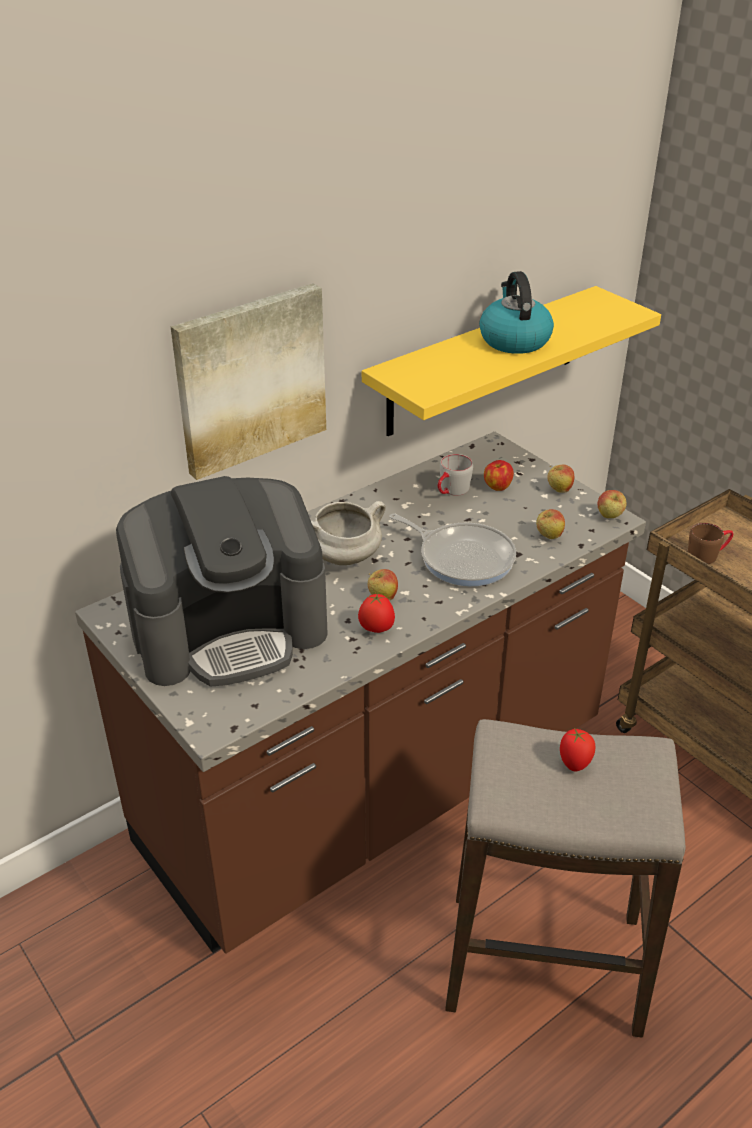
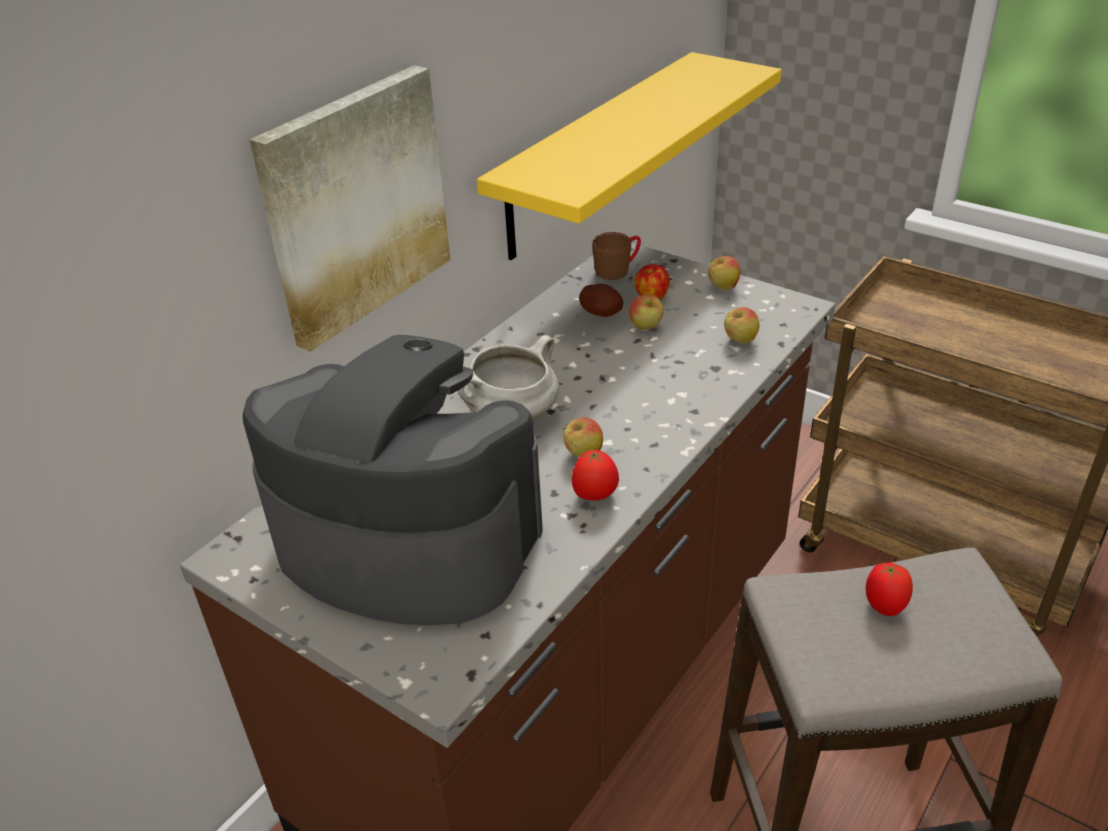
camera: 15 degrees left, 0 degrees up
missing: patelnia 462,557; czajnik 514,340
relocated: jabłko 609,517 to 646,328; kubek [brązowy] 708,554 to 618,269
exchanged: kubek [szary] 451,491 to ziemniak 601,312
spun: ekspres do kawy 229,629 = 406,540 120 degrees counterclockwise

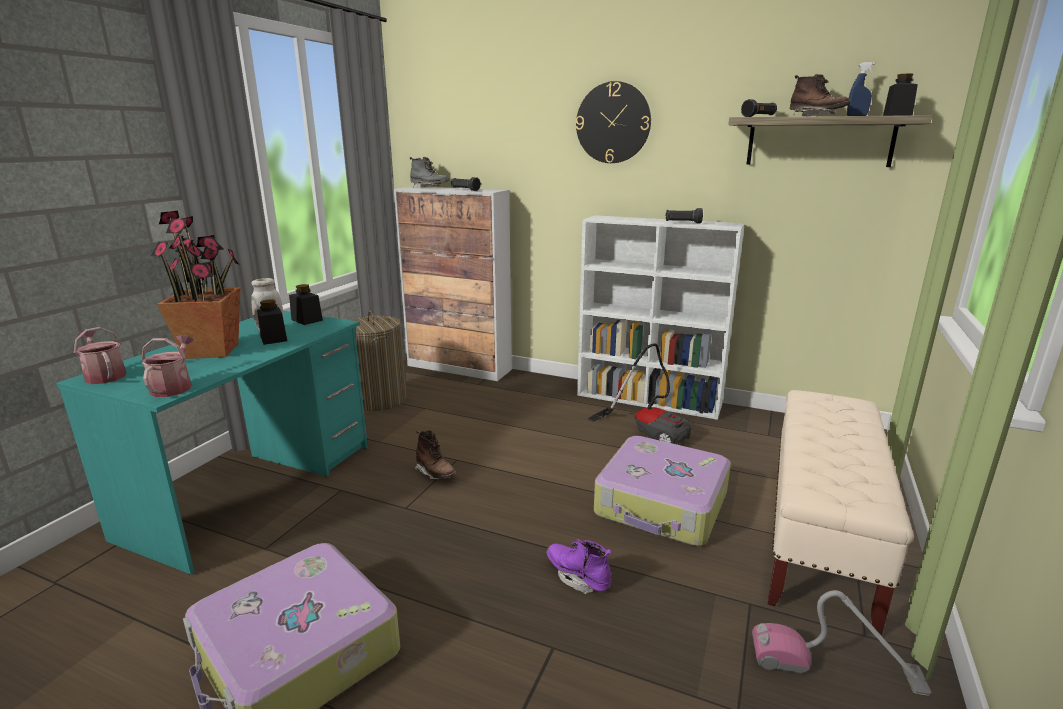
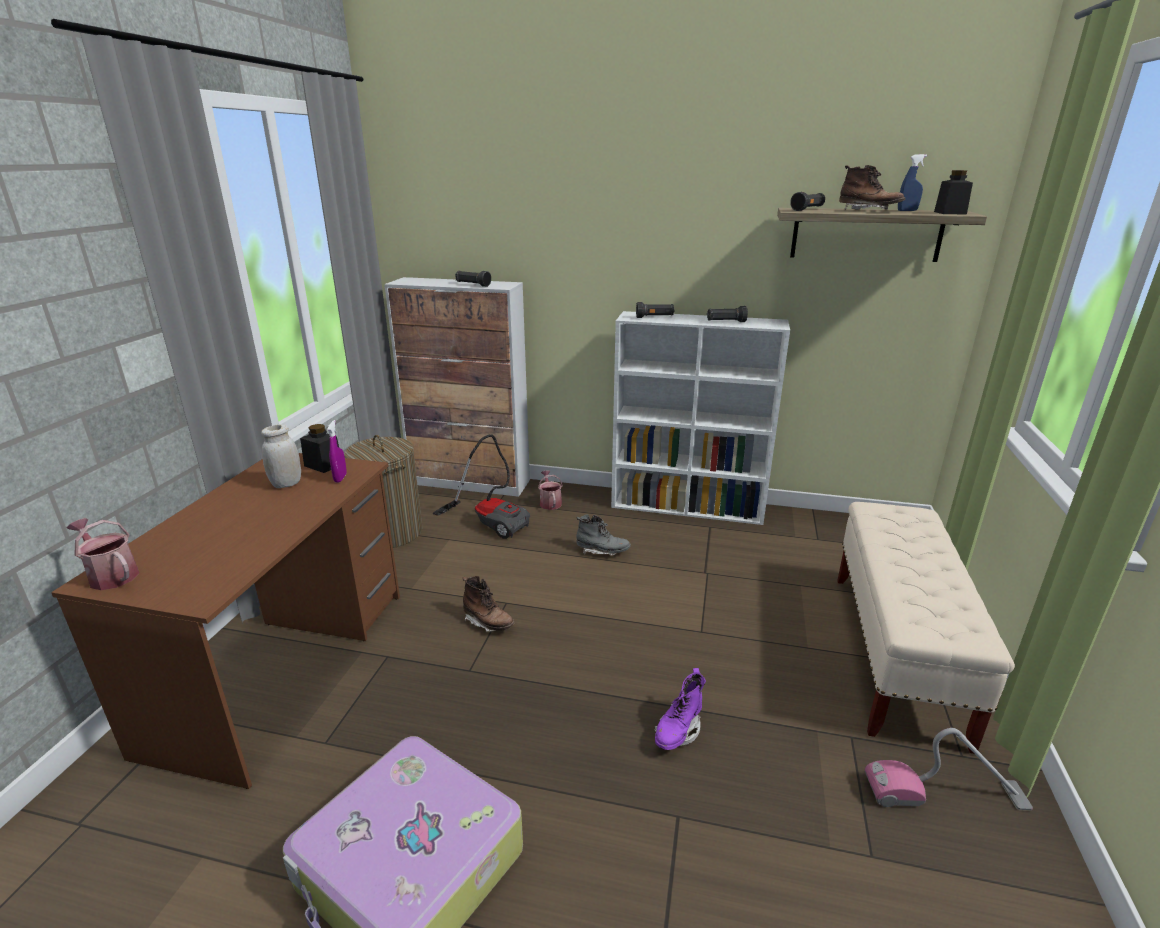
camera: 10 degrees left, 5 degrees up
missing: roślina doniczkowa 213,351; słoik [czarny] 273,339; zegar ścienny 613,123; walizka 662,505
appeared: spryskiwacz [fioletowy] 340,478; latarka [czarny] 654,317
relocated: konewka 174,387 to 550,502; but z cholewką [szary] 429,188 to 602,551; odkurzacz 648,431 to 491,521
colour: biurko [turkusowy] 255,489 to biurko [brązowy] 284,667
spun: but z cholewką [fioletowy] 578,577 = 678,731 90 degrees counterclockwise

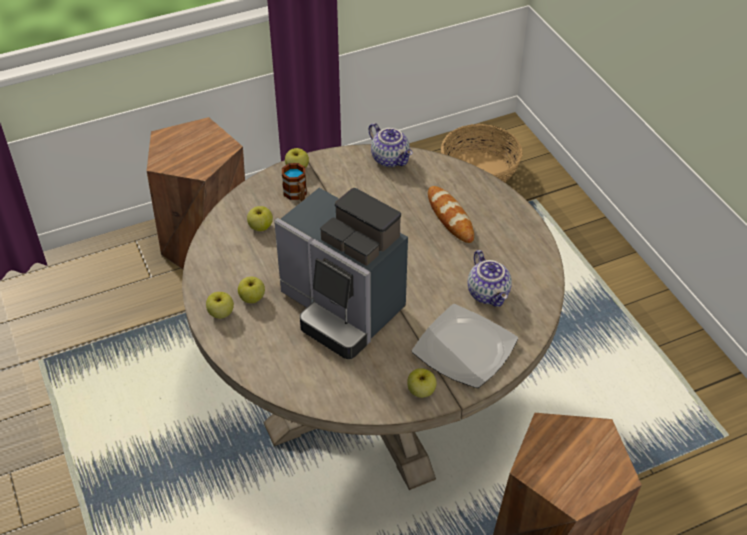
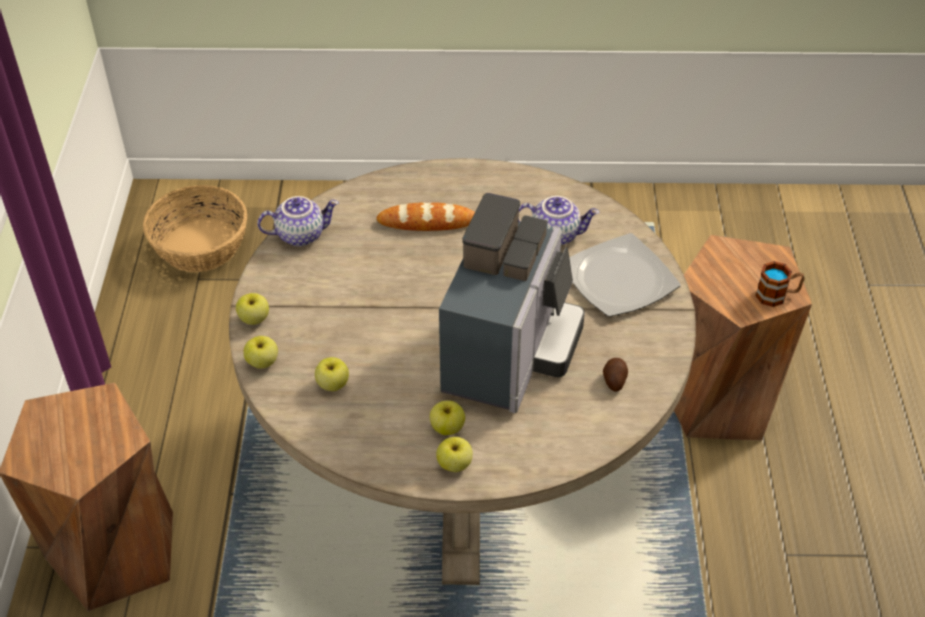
camera: 65 degrees left, 0 degrees up
appeared: ziemniak 614,380
relocated: kubek 297,195 to 777,295; jabłko 421,391 to 262,362
spun: ekspres do kawy 342,308 = 510,354 45 degrees counterclockwise

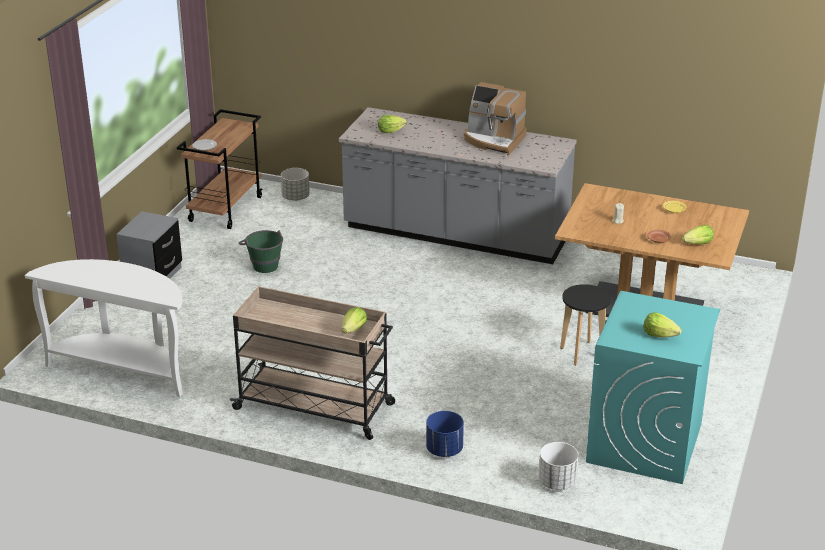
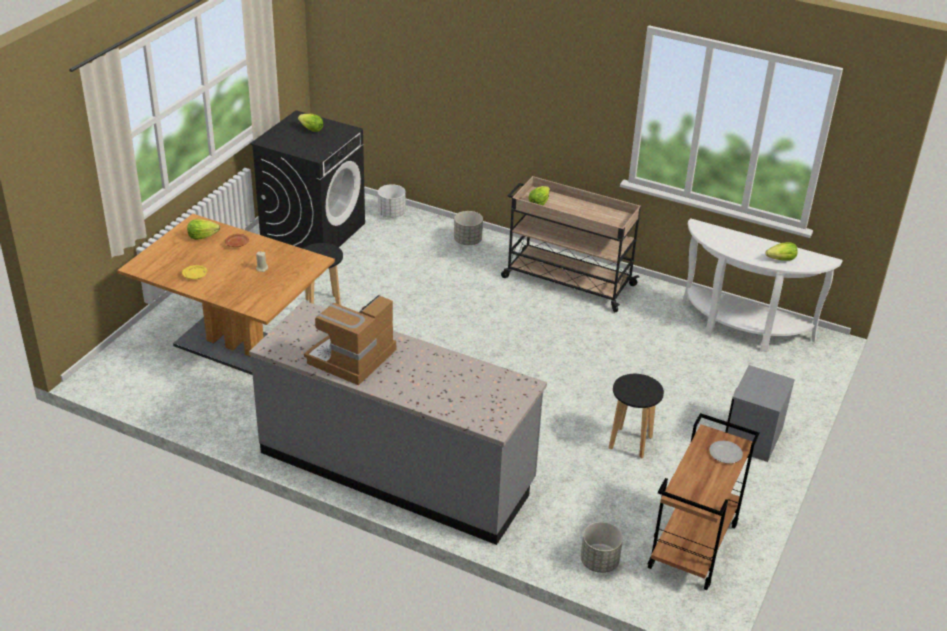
camera: 175 degrees left, 5 degrees up
relocated: sałata 390,131 to 781,260
exchanged: wiadro [zielony] 263,264 to stołek [czarny] 630,443
colour: donica [niebieski] 444,450 to donica [szary] 468,241; pralka [turkusowy] 645,443 to pralka [czarny] 313,231
spun: ekspres do kawy 494,140 = 352,358 90 degrees counterclockwise

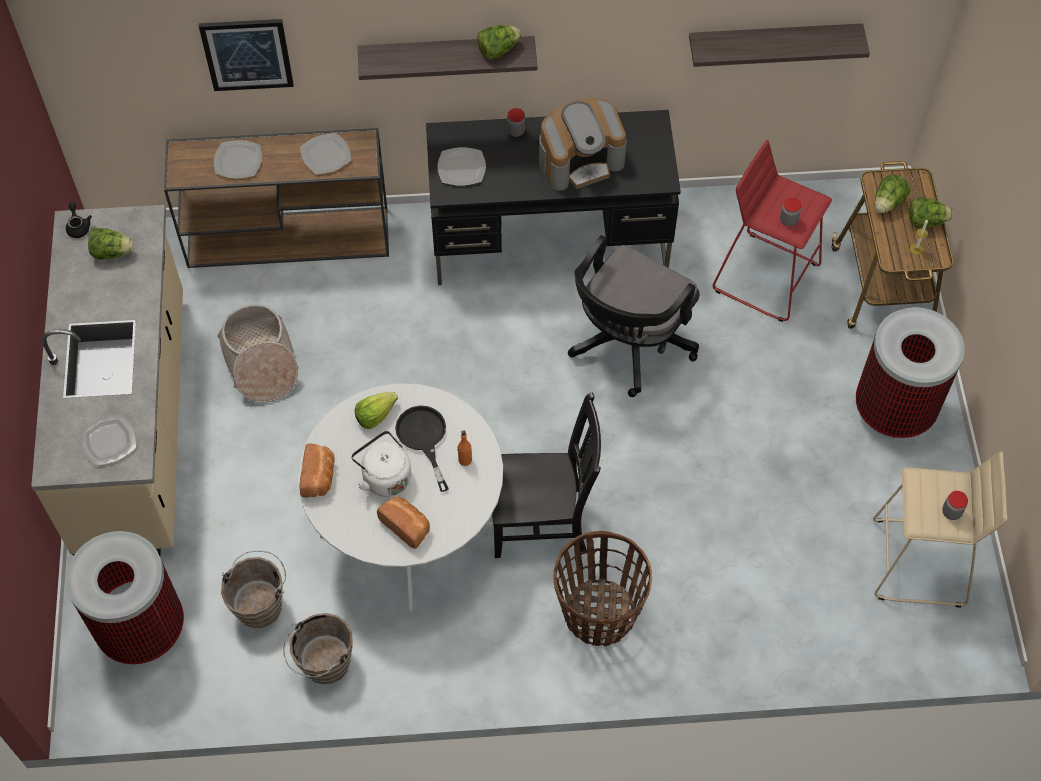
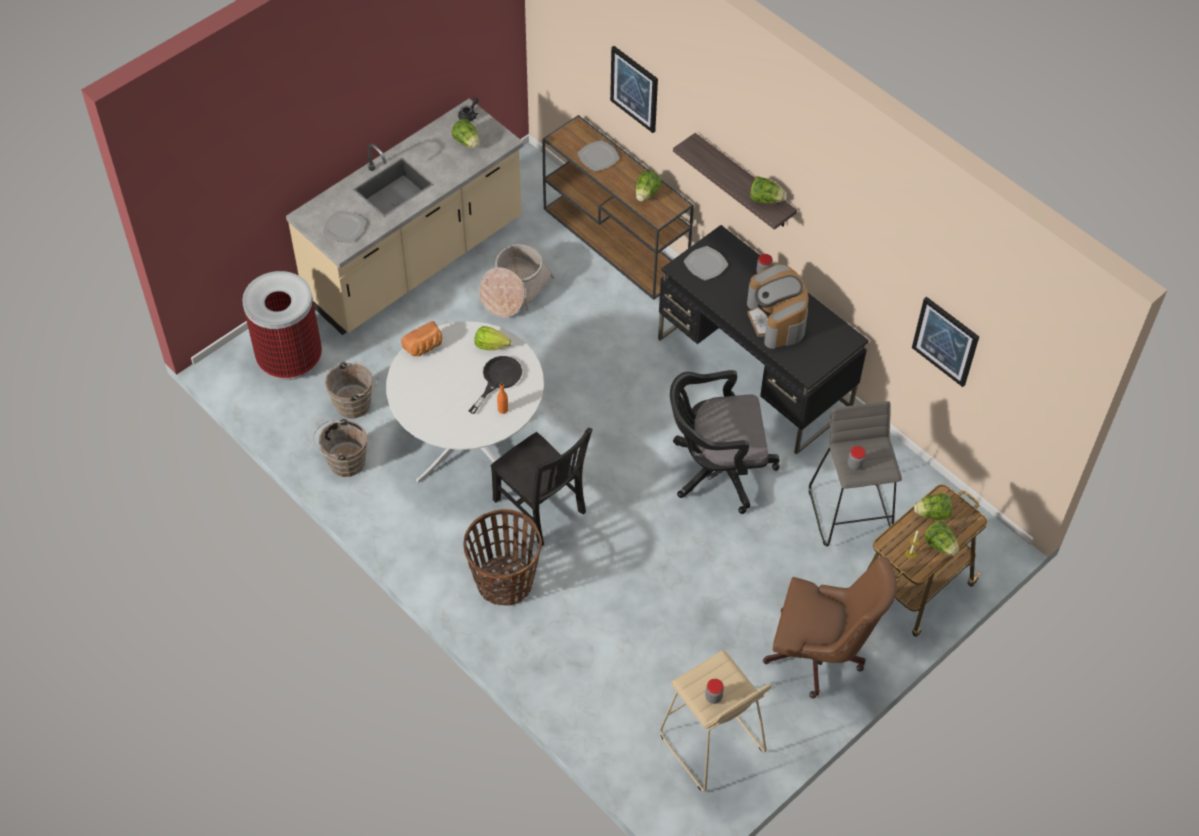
camera: 50 degrees right, 5 degrees down
missing: czajnik [biały] 384,476; chleb 406,525
exchanged: talerz 326,155 to sałata 646,194; półka 773,42 to obraz 945,341; kosz na śmieci 894,409 to krzesło biurowe [brązowy] 820,656
colour: stołek [czerwony] 766,276 to stołek [szary] 851,513
spun: ekspres do kawy 580,160 = 776,320 45 degrees clockwise

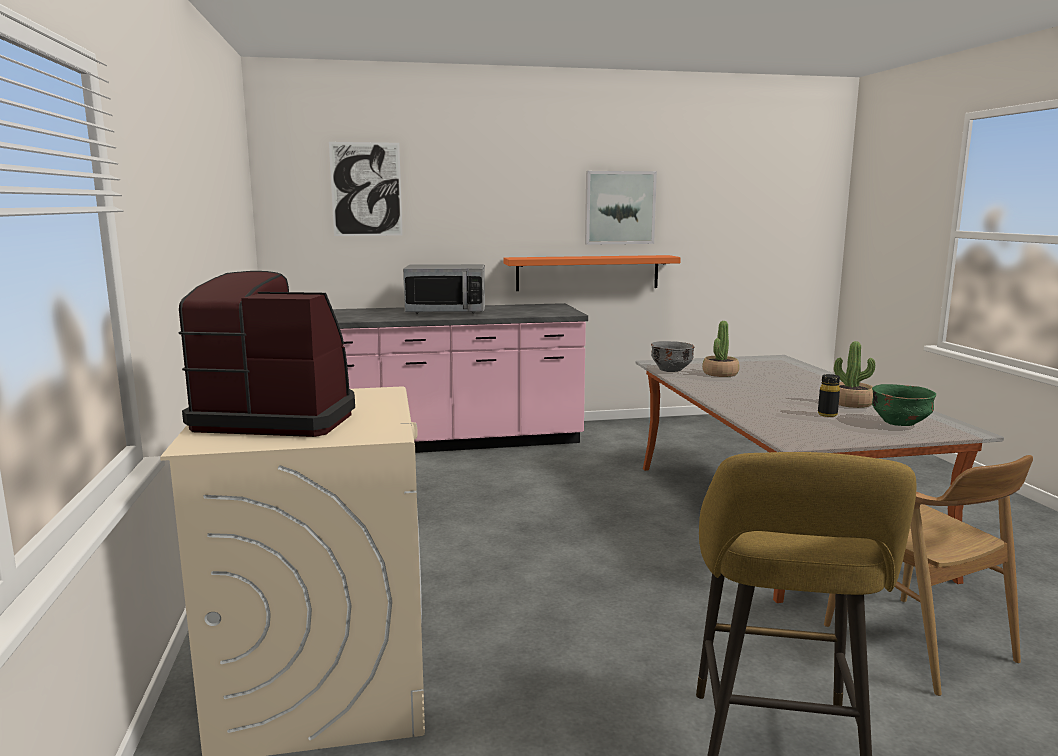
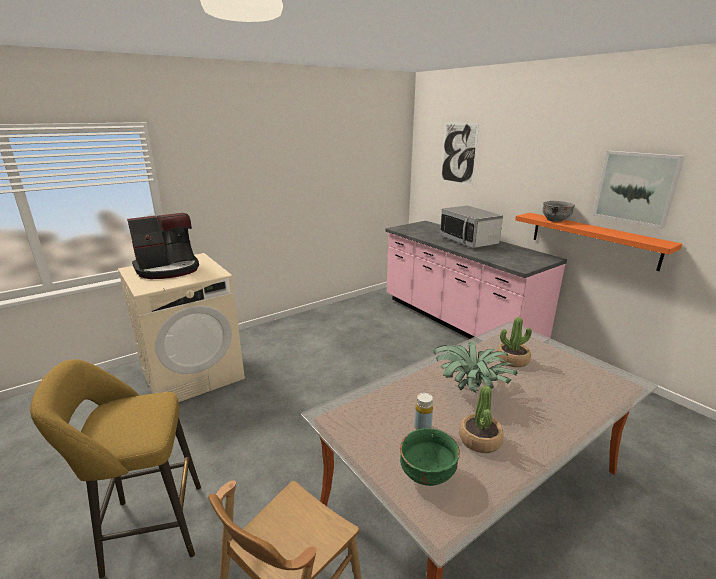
camera: 65 degrees right, 10 degrees up
appeared: roślina doniczkowa 471,390
relocated: miska [szary] 671,370 to 555,220
colour: butelka [czarny] 827,414 to butelka [żółty] 422,427
spun: ekspres do kawy 278,418 = 168,269 75 degrees clockwise

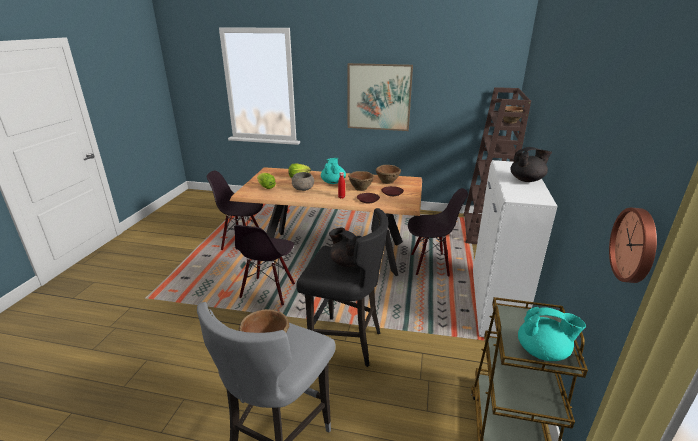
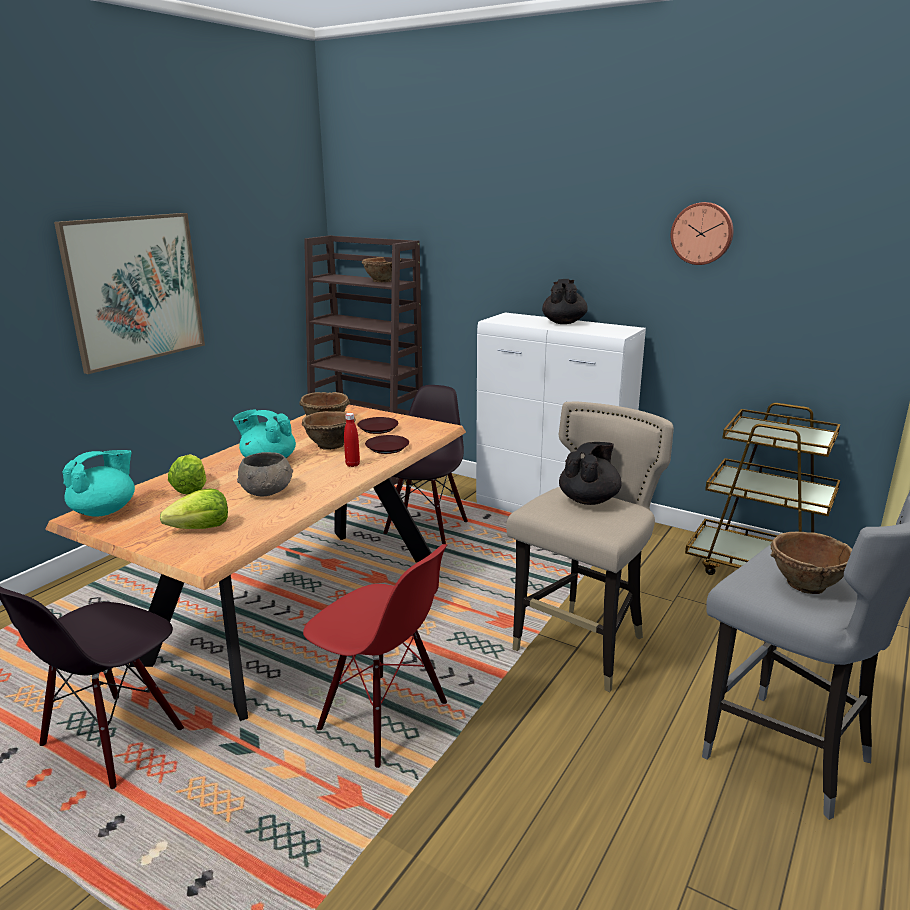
camera: 70 degrees left, 5 degrees down
relocated: imbryk [turkusowy] 543,352 to 105,511; zegar ścienny 636,245 to 702,233
colour: krzesło [czarny] 268,291 to krzesło [czerwony] 382,718; stołek [czarny] 344,342 to stołek [beżowy] 582,648
spun: imbryk [czarny] 347,262 = 589,499 150 degrees clockwise

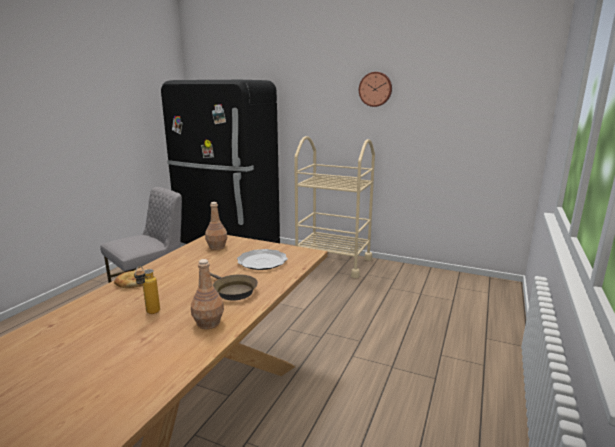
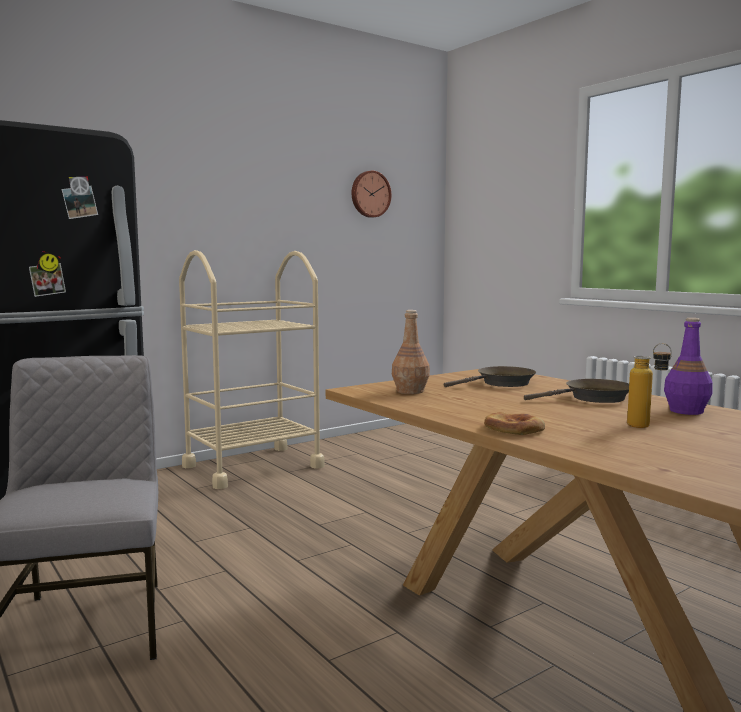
camera: 60 degrees left, 10 degrees down
relocated: zegar ścienny 375,89 to 370,194
exchanged: talerz 262,262 to patelnia [brązowy] 501,383
colour: butelka [brązowy] 209,323 to butelka [fioletowy] 686,411

